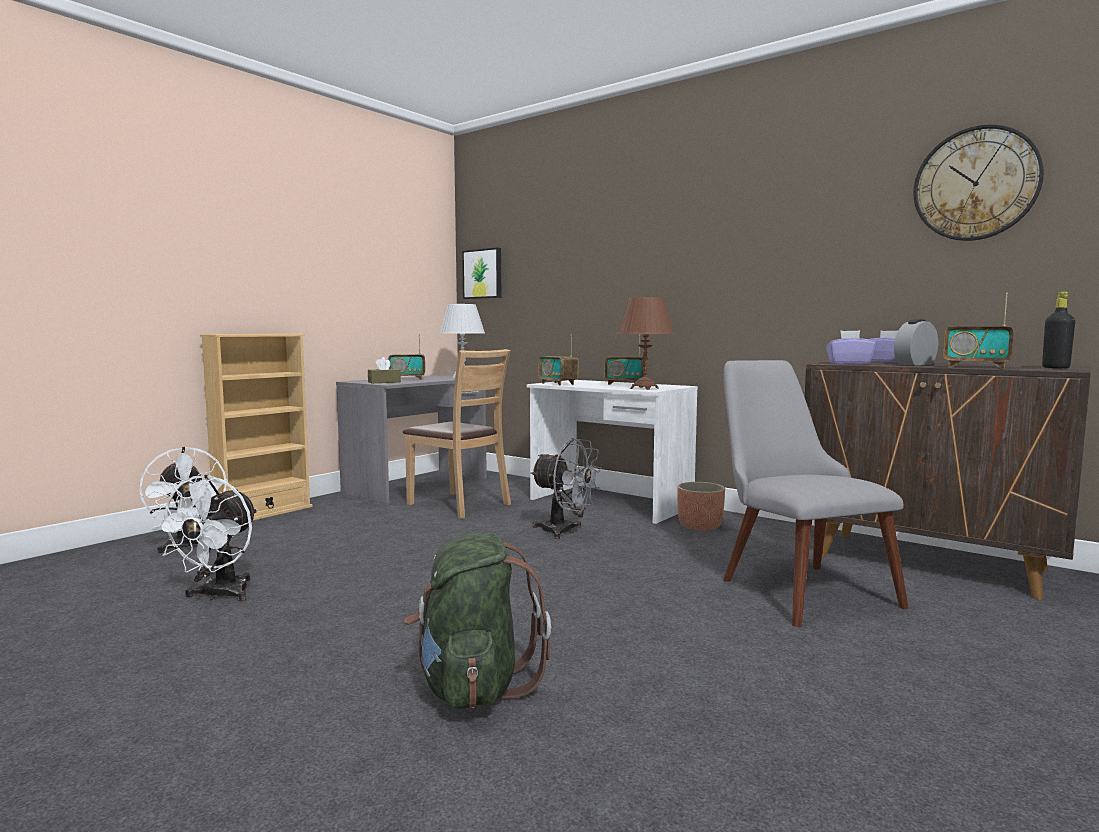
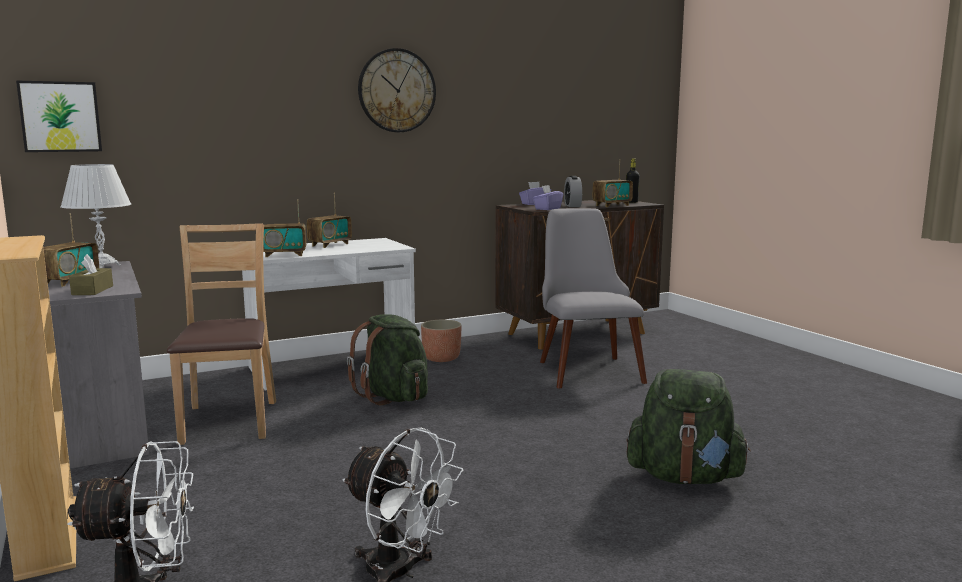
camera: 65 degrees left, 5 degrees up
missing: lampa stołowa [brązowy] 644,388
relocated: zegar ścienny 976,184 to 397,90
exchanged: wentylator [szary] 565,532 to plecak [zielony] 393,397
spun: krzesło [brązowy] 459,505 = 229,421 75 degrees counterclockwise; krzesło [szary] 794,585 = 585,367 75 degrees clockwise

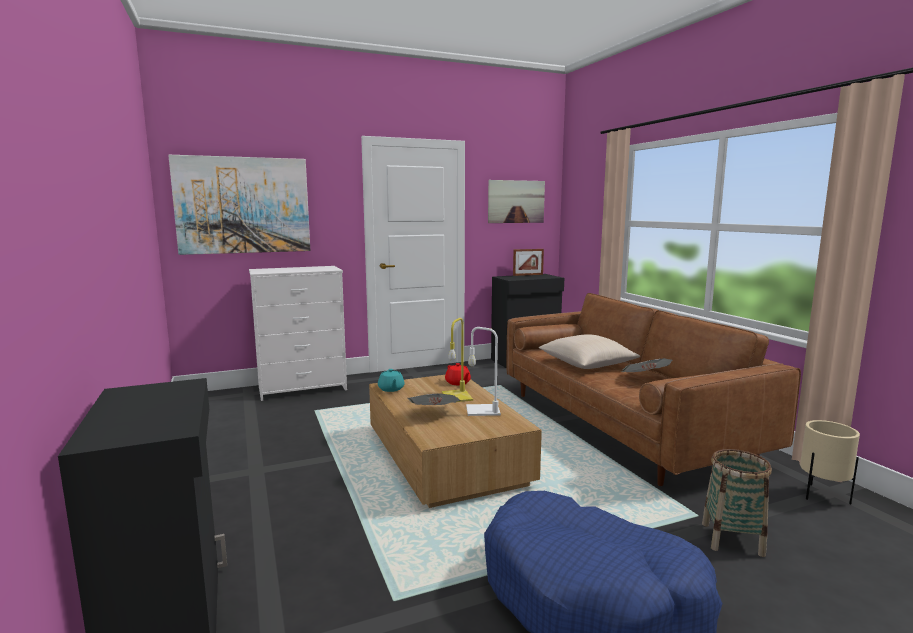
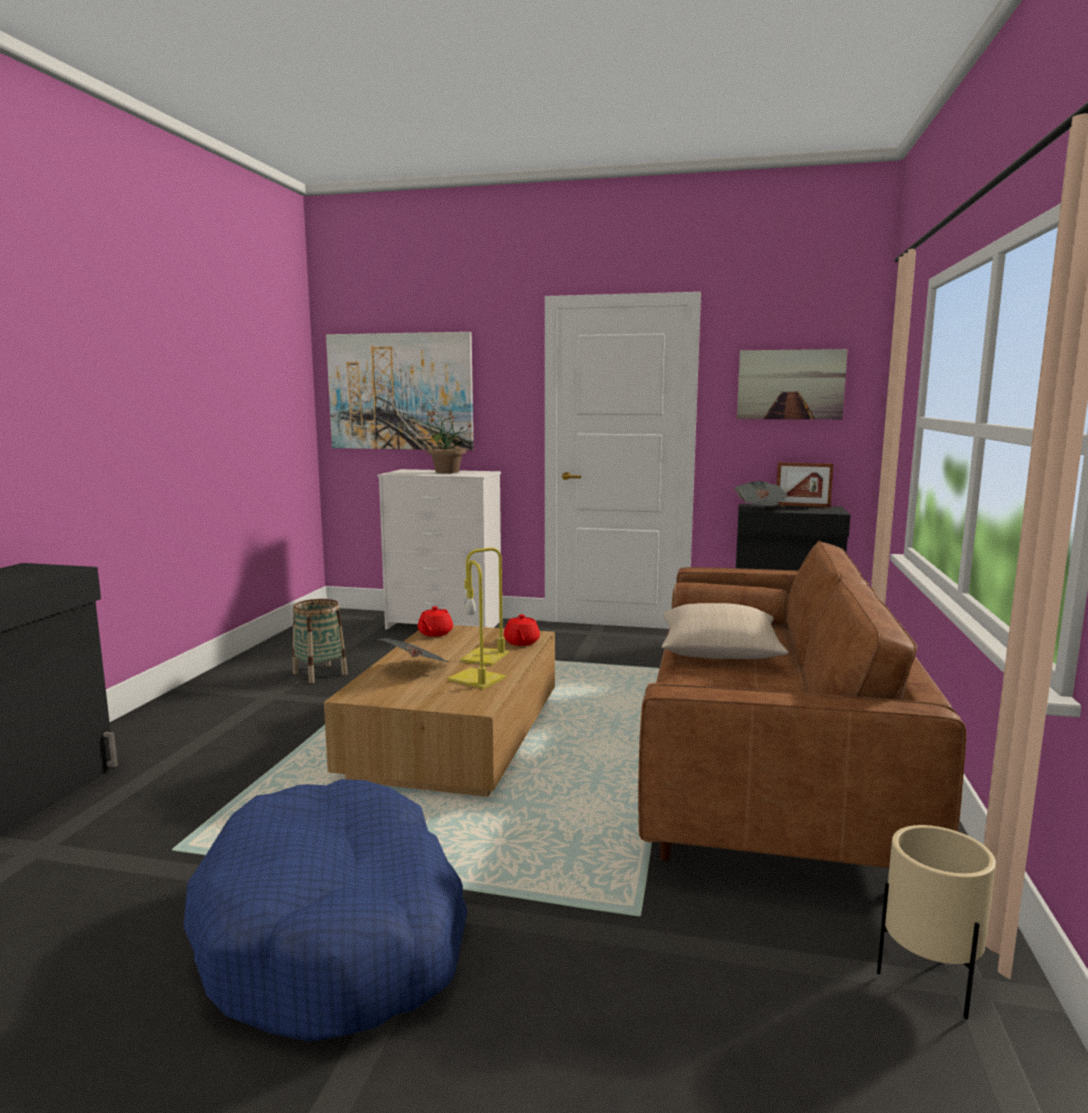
camera: 35 degrees right, 0 degrees up
appeared: roślina doniczkowa 446,472
relocated: gazeta 645,378 to 761,509; koszyk 732,539 to 320,673
colour: imbryk [turkusowy] 391,389 to imbryk [czerwony] 434,633; lampa stołowa [biały] 484,410 to lampa stołowa [żółty] 478,679

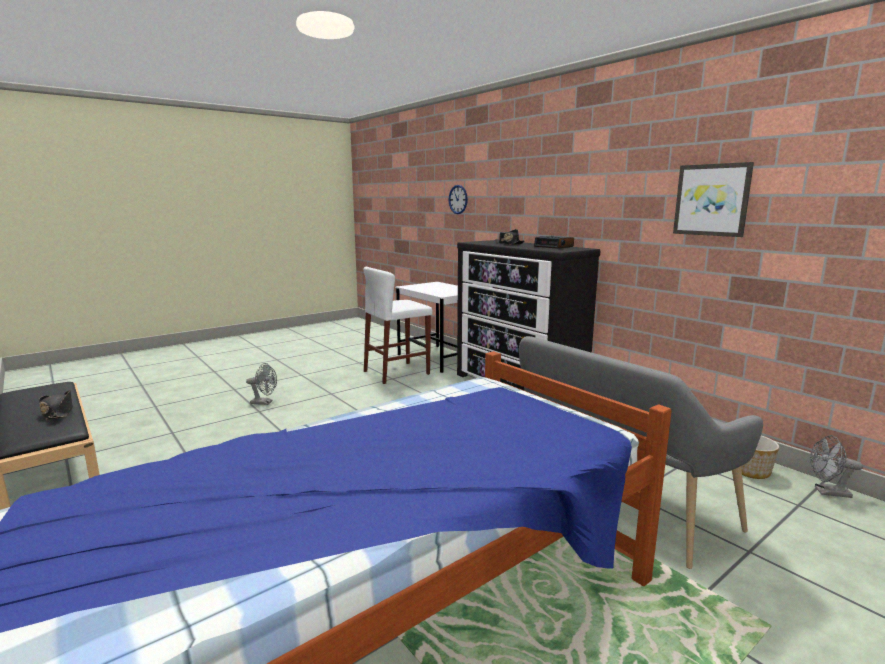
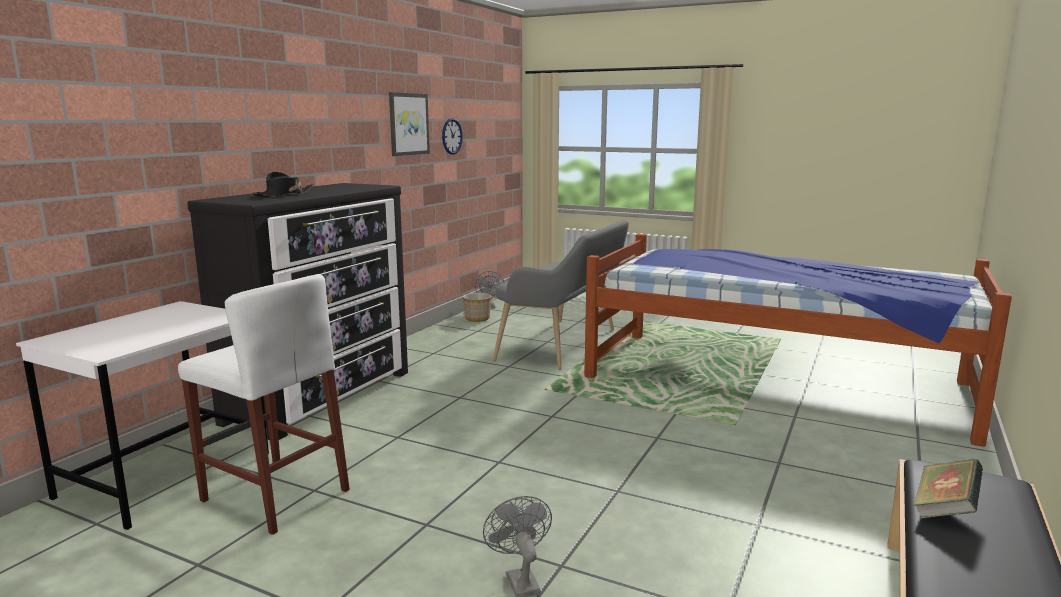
camera: 115 degrees left, 0 degrees up
missing: budzik 554,246
relocated: zegar ścienny 458,199 to 451,136
exchanged: kapelusz [czarny] 58,412 to książka 944,509

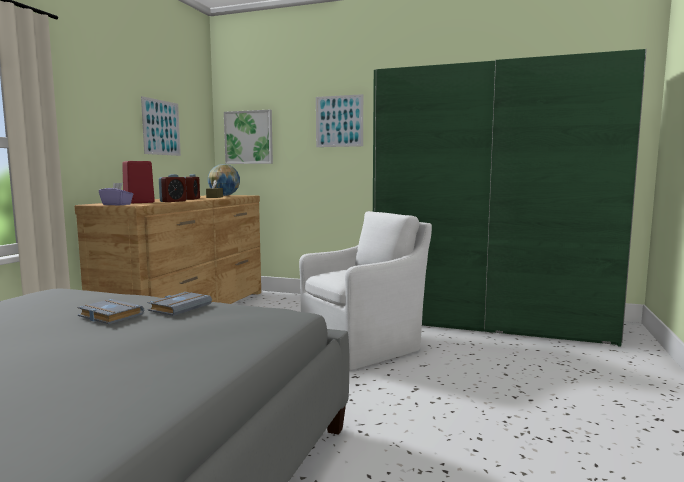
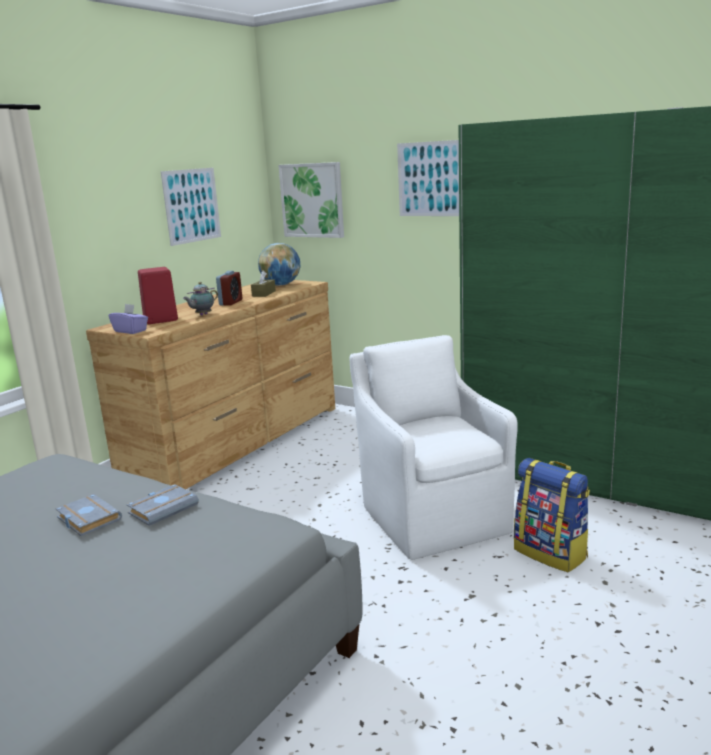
camera: 15 degrees right, 10 degrees up
appeared: plecak 551,553
exchanged: budzik 173,201 to imbryk 202,315
spun: fotel [biały] 364,347 = 433,517 90 degrees counterclockwise

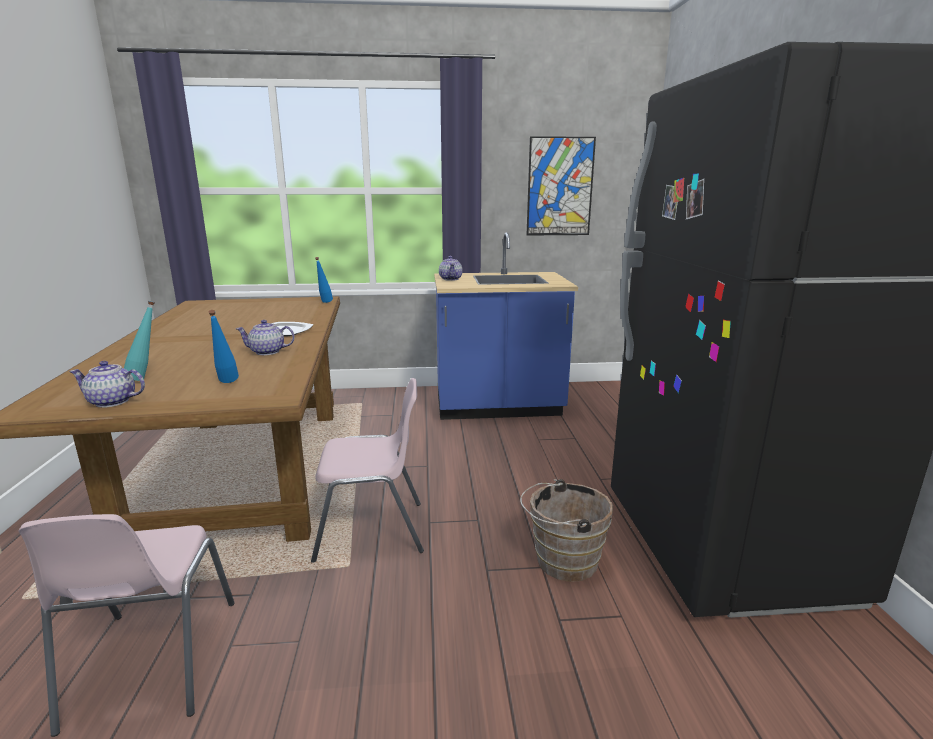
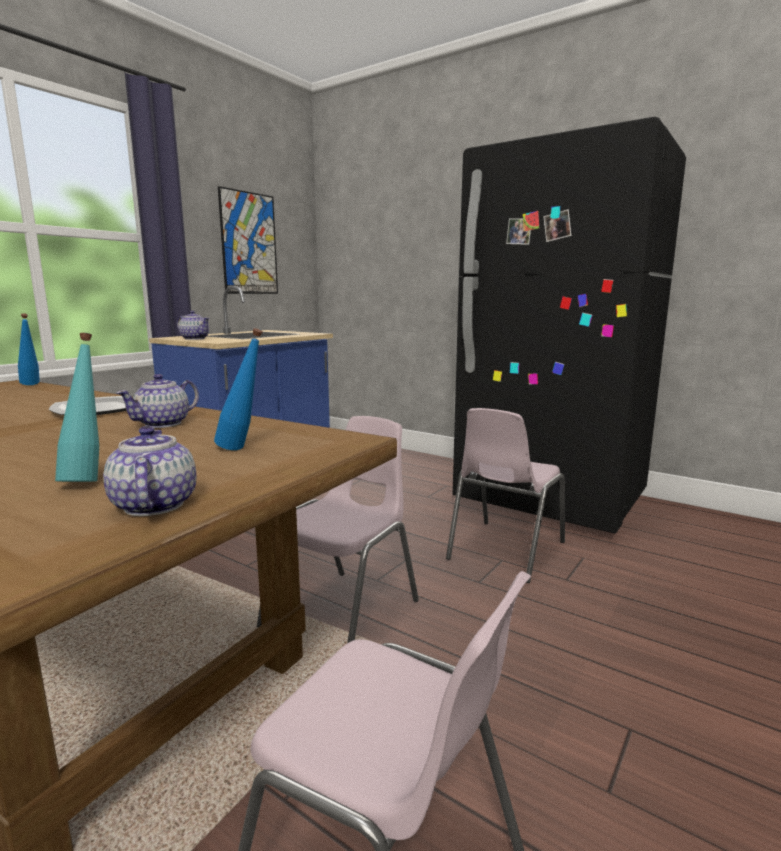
camera: 50 degrees left, 5 degrees down
exchanged: wiadro [brązowy] 561,561 to krzesło [różowy] 504,551
spun: imbryk 112,402 = 153,506 120 degrees clockwise

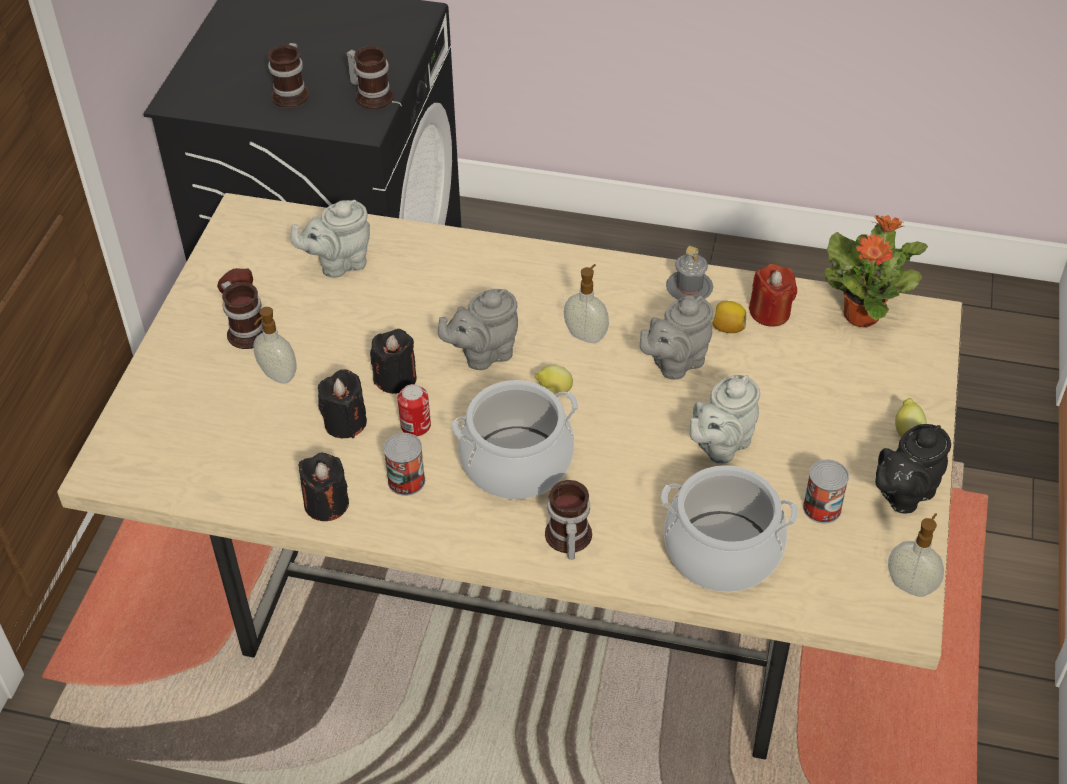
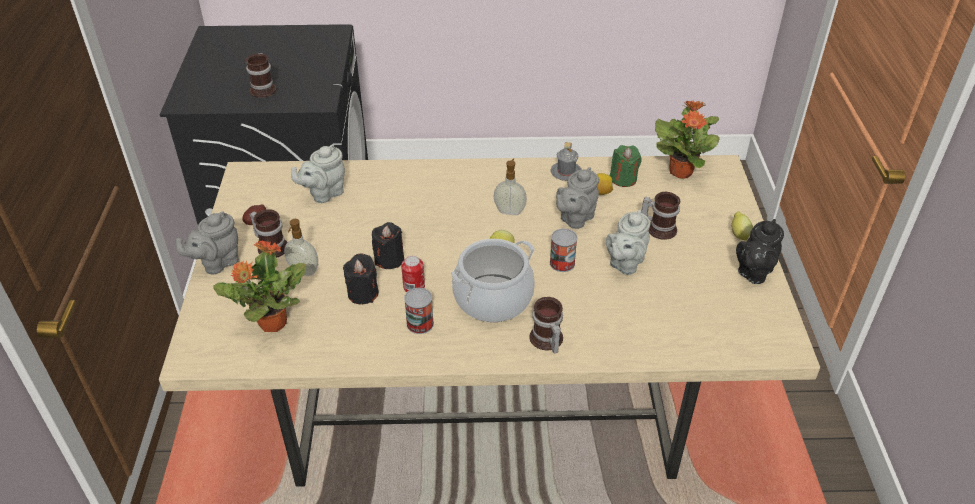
camera: 15 degrees left, 5 degrees down
missing: świeca [czarny] 326,504; garnek 722,552; dozownik mydła 911,584
appeared: roślina doniczkowa 271,323
relocated: kubek 372,95 to 659,228; imbryk [szary] 483,354 to 217,263; puszka 822,508 to 562,263
colour: świeca [czerwony] 770,312 to świeca [zielony] 623,179

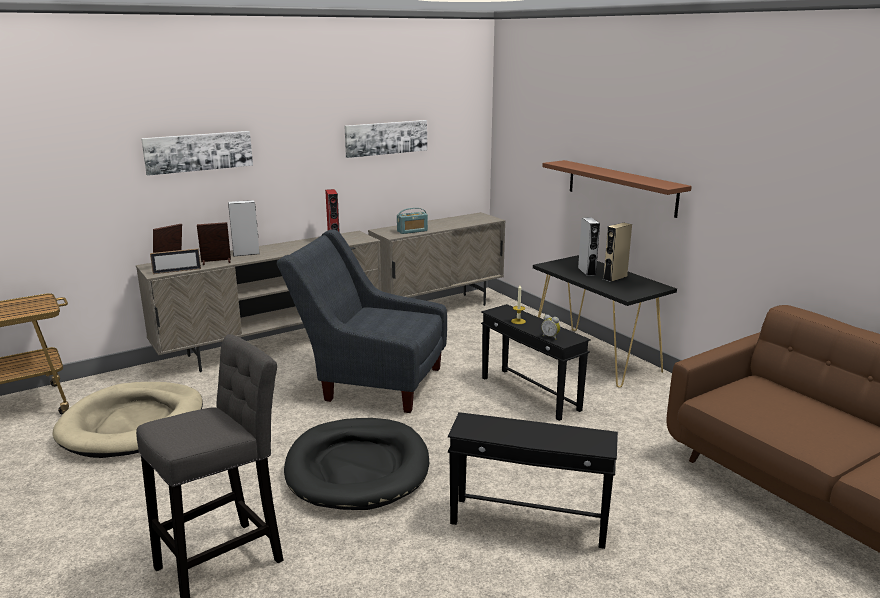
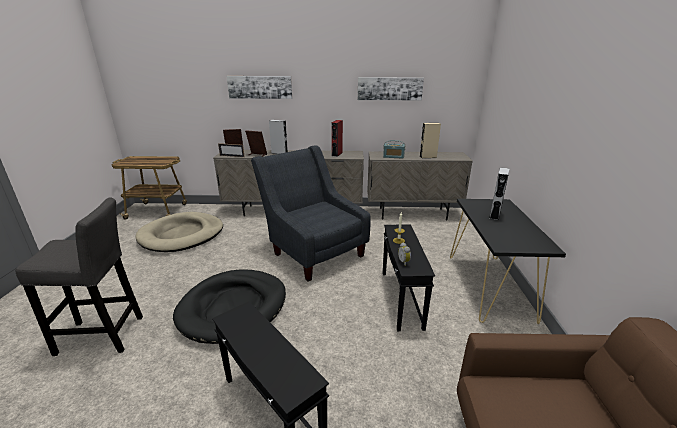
camera: 35 degrees right, 5 degrees up
missing: półka [brązowy] 620,187
relocated: głośnik [beżowy] 615,278 to 428,157

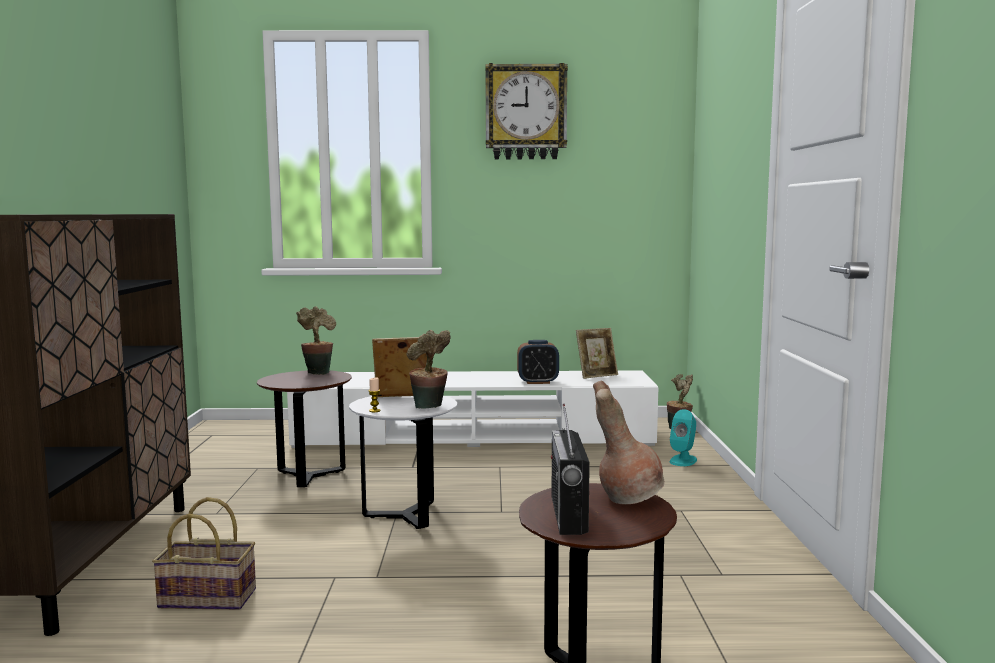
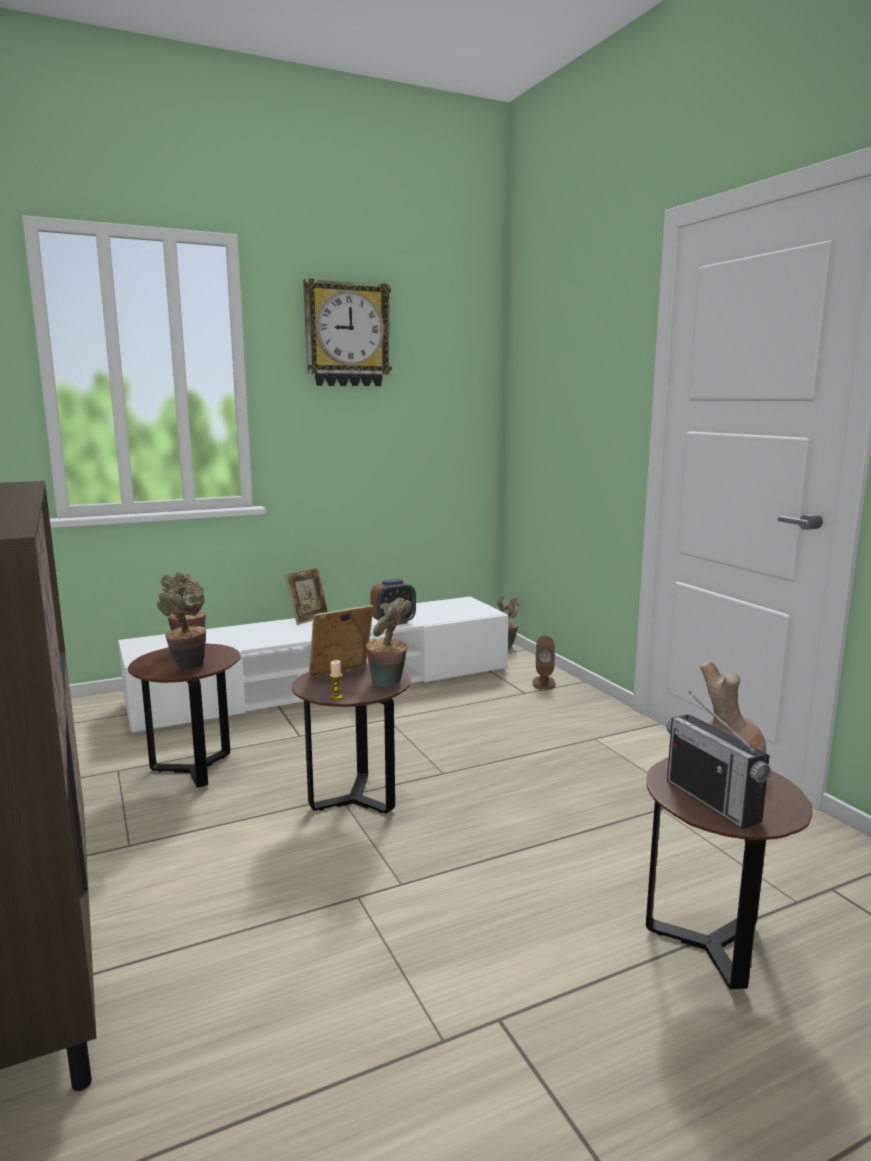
camera: 25 degrees left, 5 degrees up
missing: koszyk 210,597
appeared: roślina doniczkowa 187,668
relocated: ramka na zdjęcie 596,375 to 308,618
colour: stolik [biały] 405,516 to stolik [brązowy] 354,800; głośnik [turkusowy] 683,460 to głośnik [brązowy] 543,683

